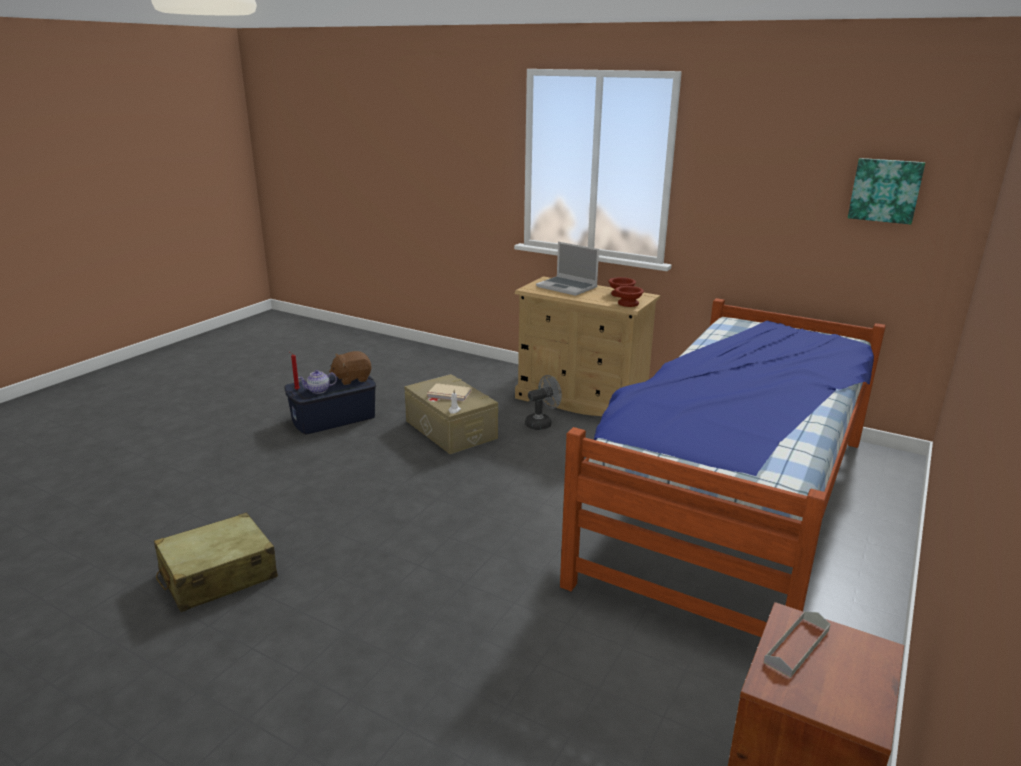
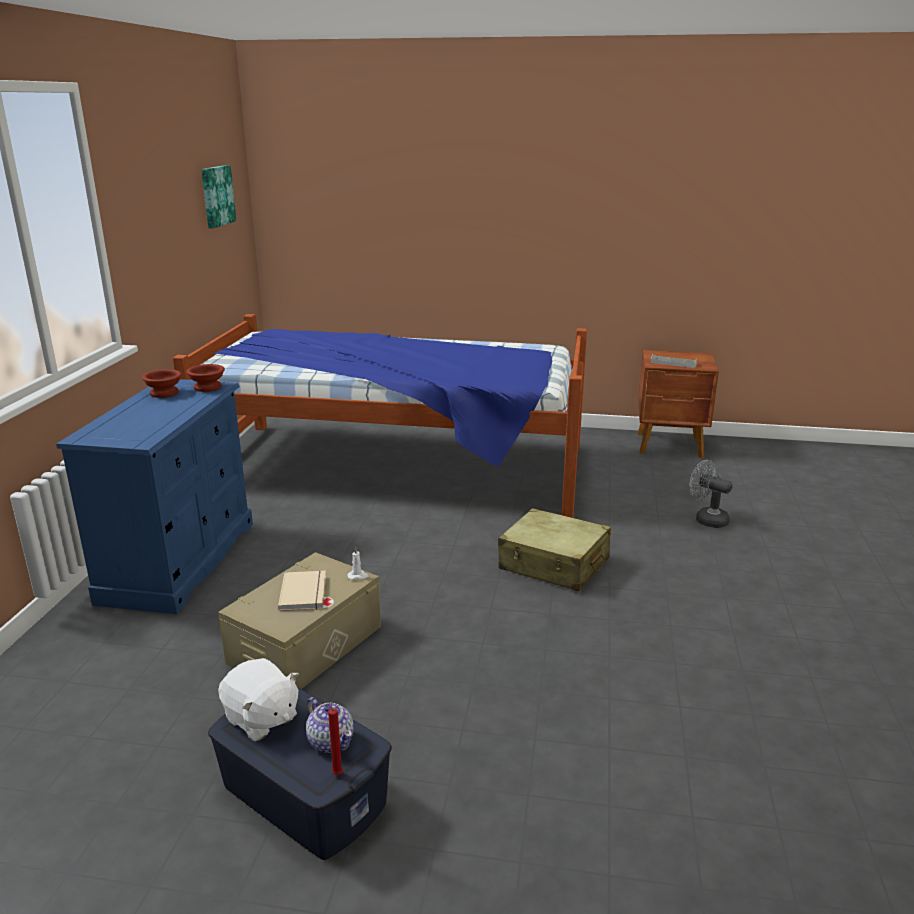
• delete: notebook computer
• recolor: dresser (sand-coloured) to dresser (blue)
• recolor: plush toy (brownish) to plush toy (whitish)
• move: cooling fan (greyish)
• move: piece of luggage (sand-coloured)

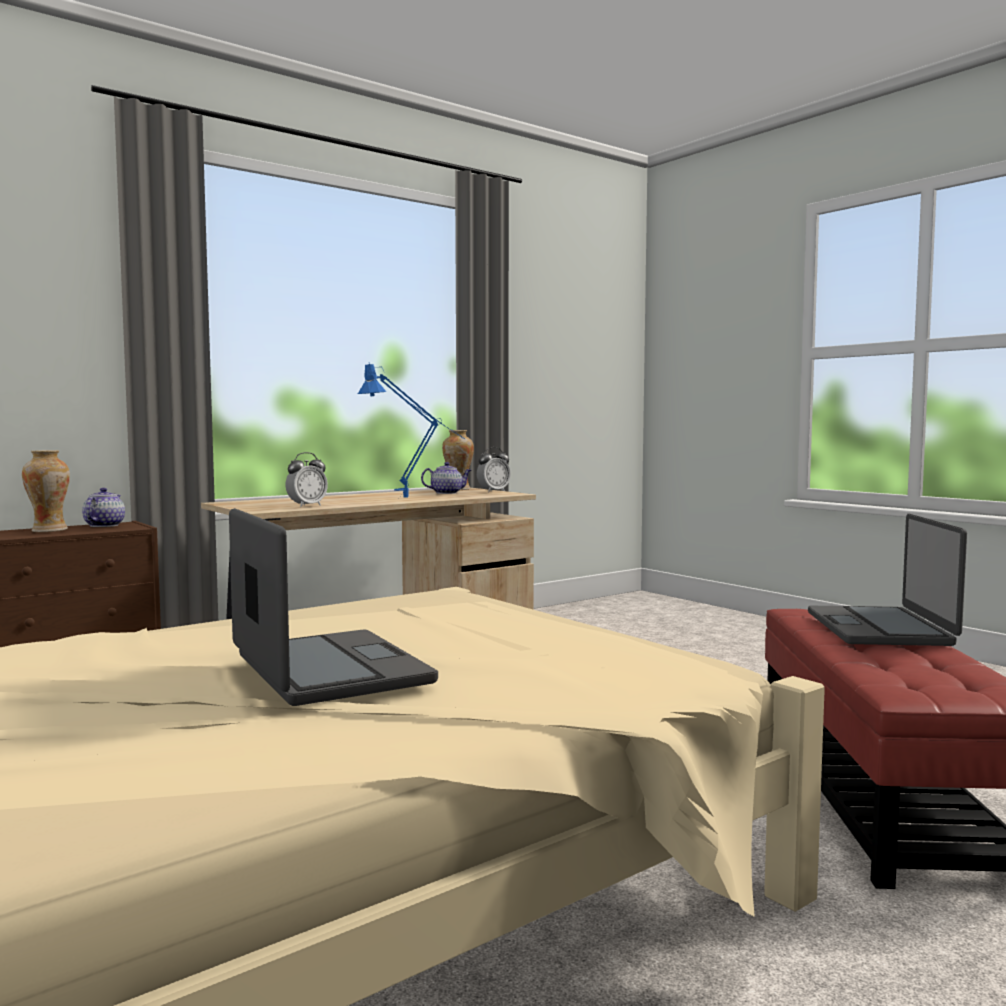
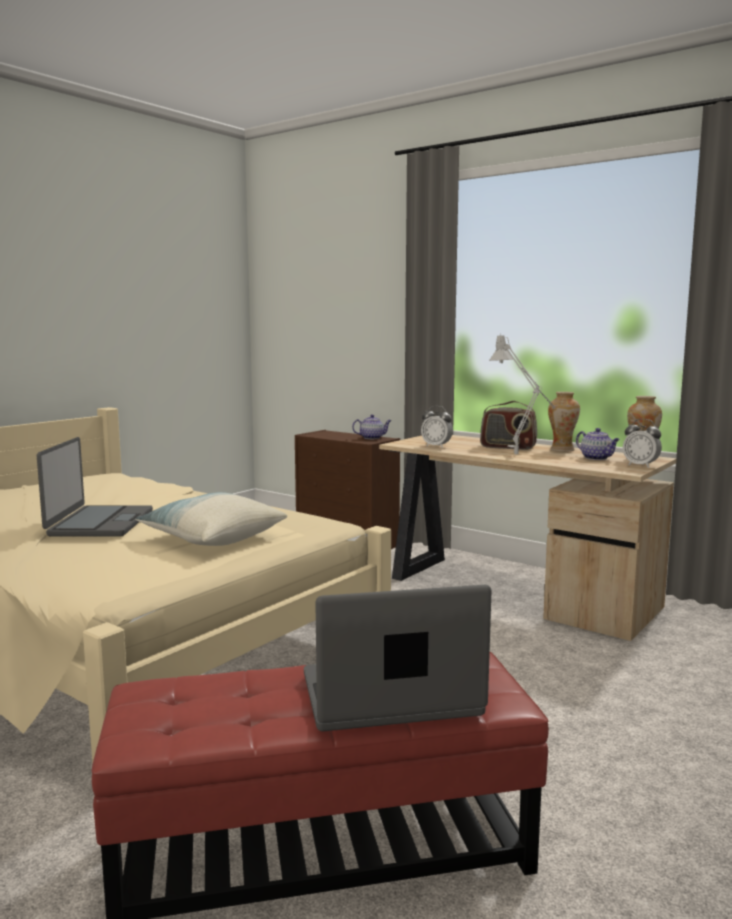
• recolor: table lamp (blue) to table lamp (greyish)
• move: vase (1st from left)
• rotate: notebook computer (1st from left) 45 degrees counterclockwise
• insert: radio set
• insert: cushion

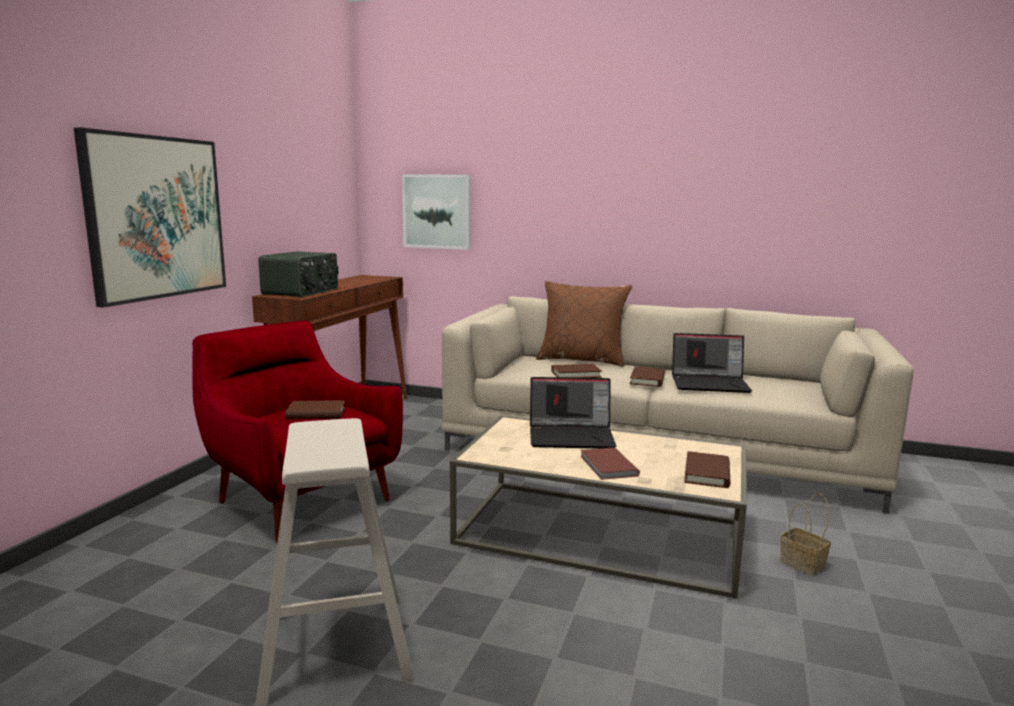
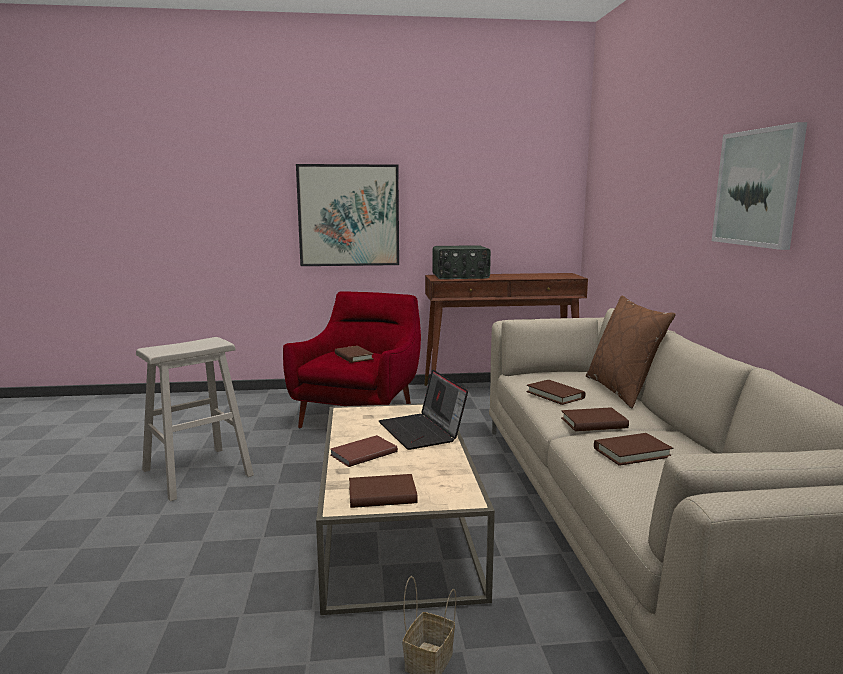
• move: wall picture (2nd from left)
• replace: notebook computer (2nd from left) to bound book (brownish) (6th from left)

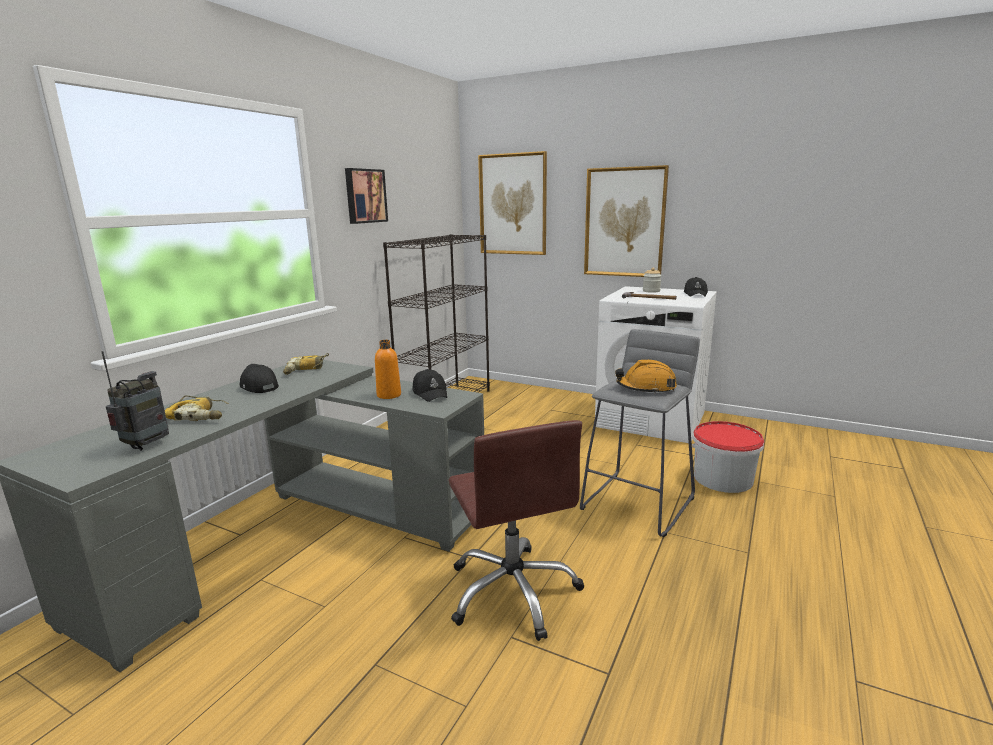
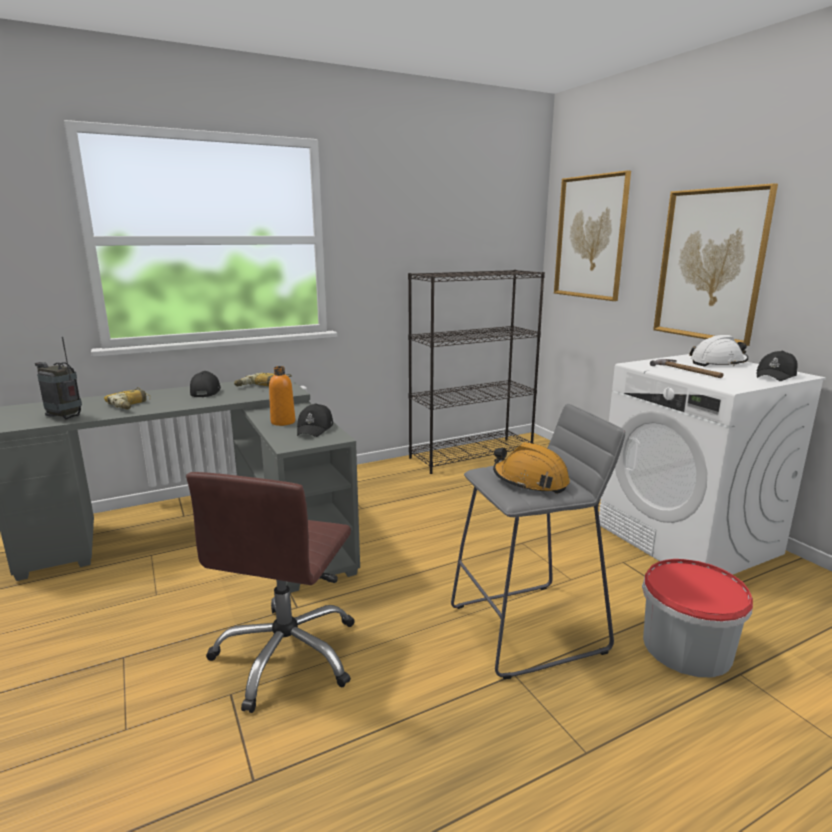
• delete: wall picture (1st from left)
• replace: storage jar to hard hat (whitish)
• rotate: radio set 120 degrees counterclockwise

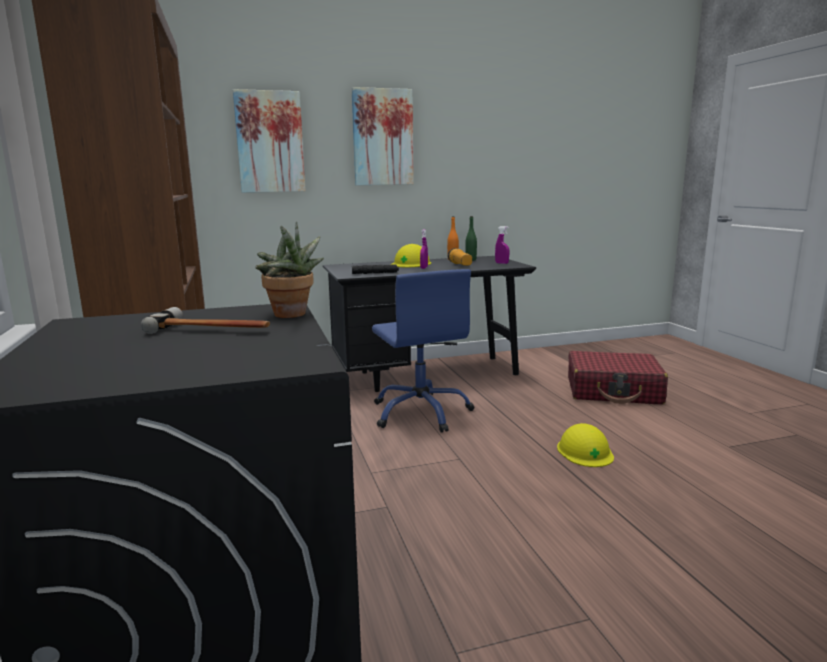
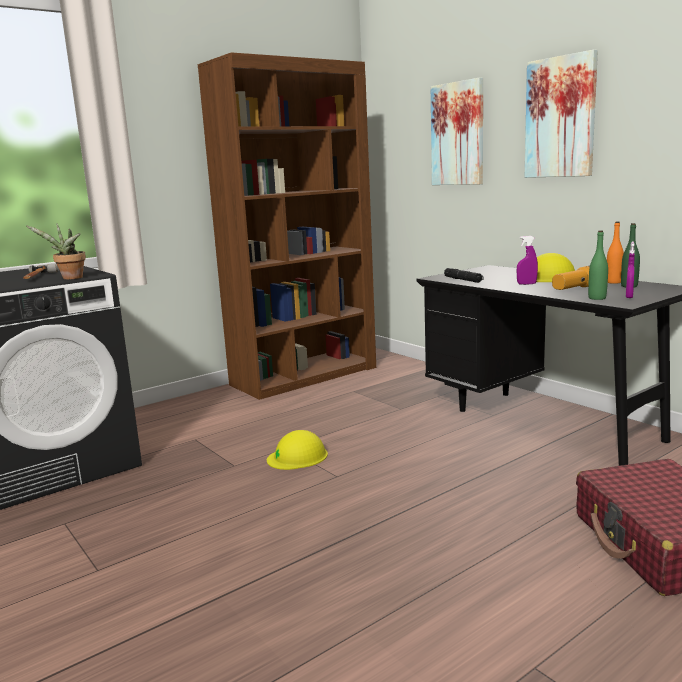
• delete: computer chair (blue)
• move: hard hat (yellow-coloured) (2nd from left in the first image) to hard hat (yellow-coloured) (1st from left)
• insert: bottle (greenish) (1st from left)

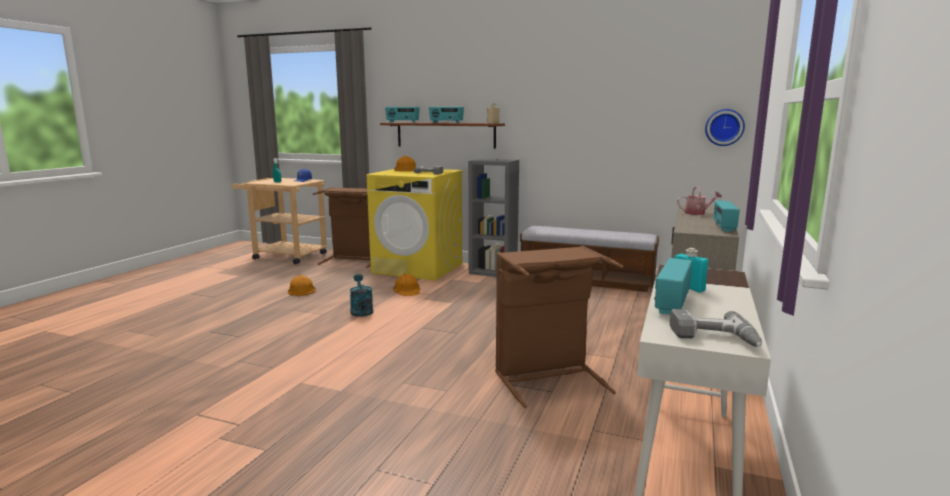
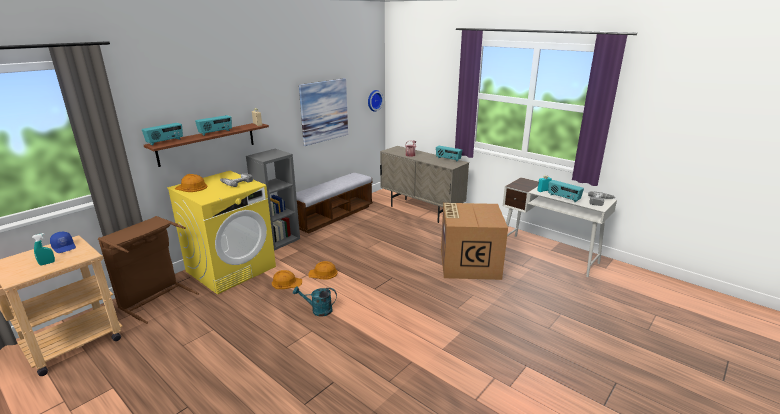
• replace: washing basket (brownish) (2nd from left) to cardboard box
• move: hard hat (orange) (1st from left in the first image) to hard hat (orange) (3rd from left)
• insert: wall picture

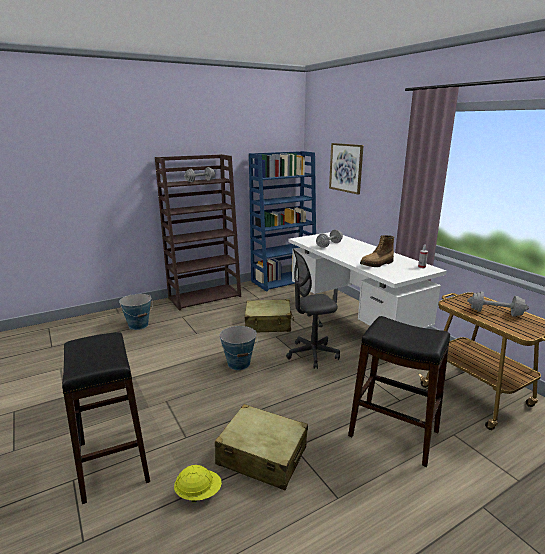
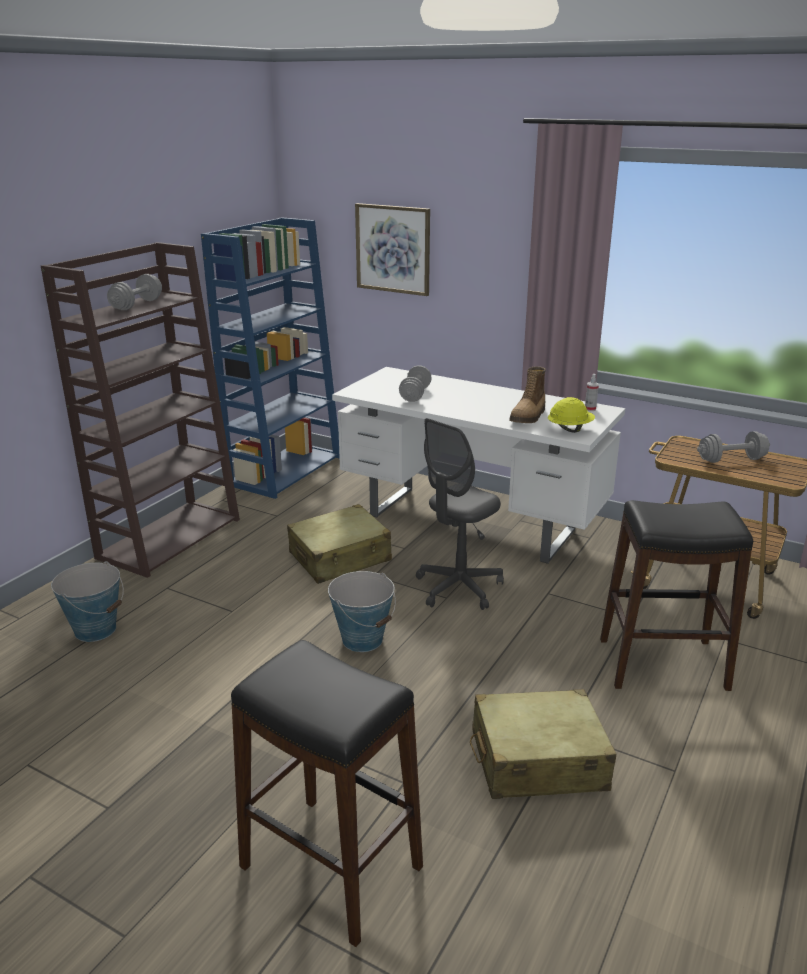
• move: hard hat (yellow-coloured)

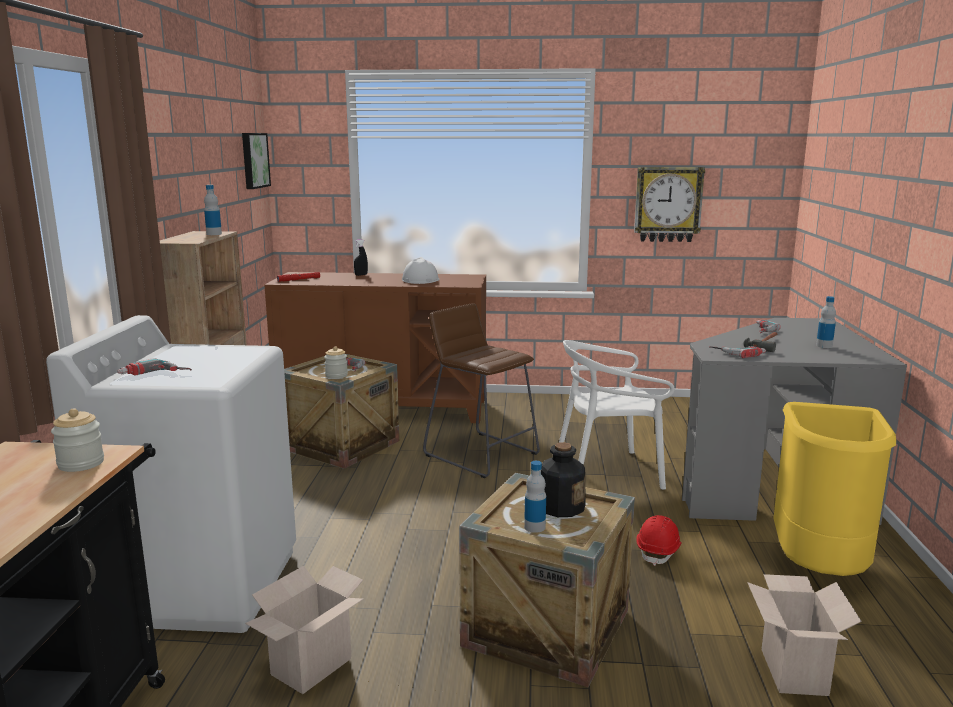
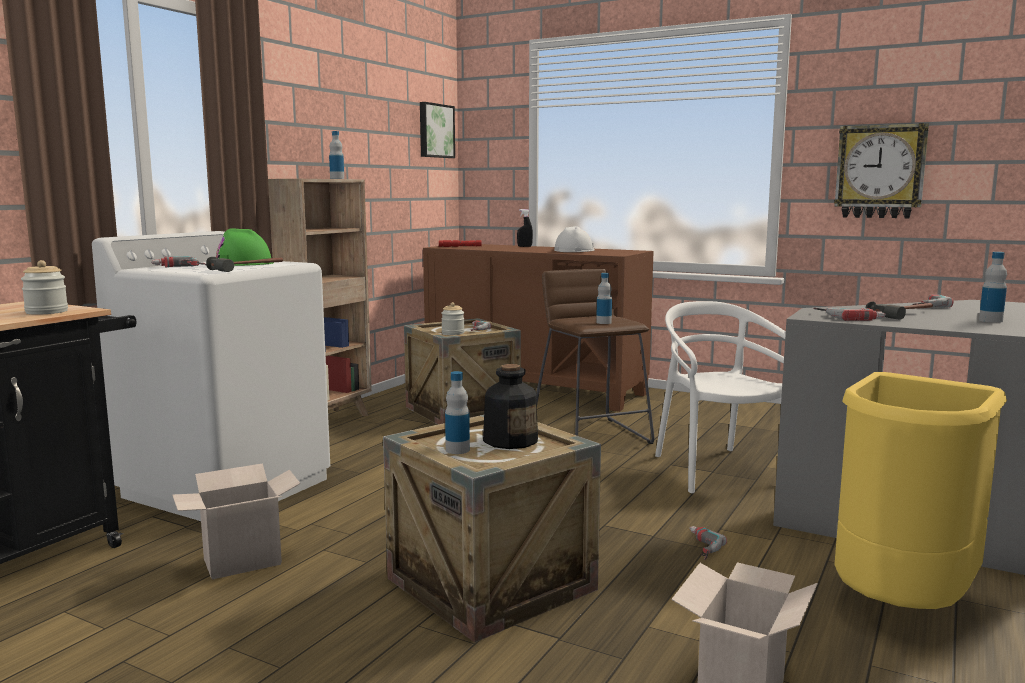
• rotate: upright chair (whitish) 60 degrees clockwise
• replace: hard hat (red) to electric drill (3rd from left)
• insert: hard hat (greenish)
• insert: hand hammer (1st from left)
• insert: bottle (4th from left)

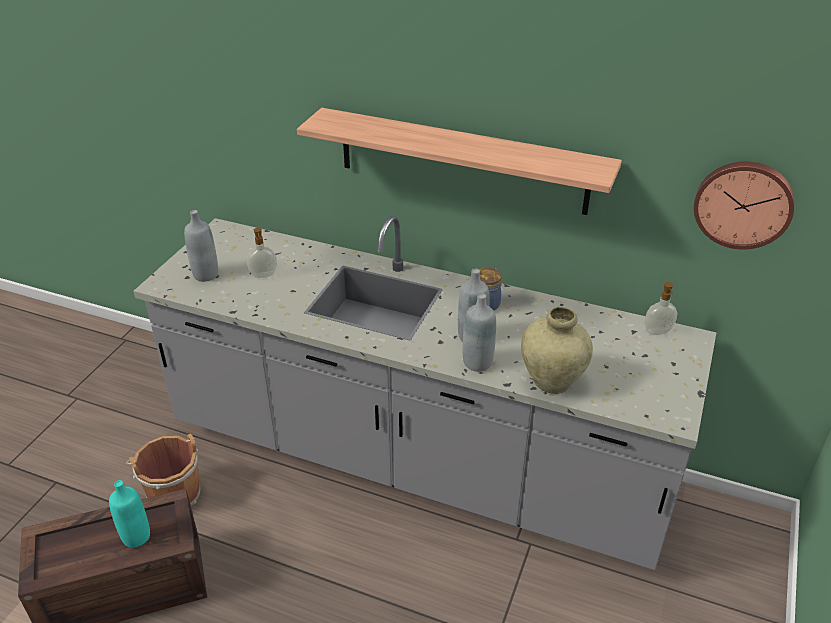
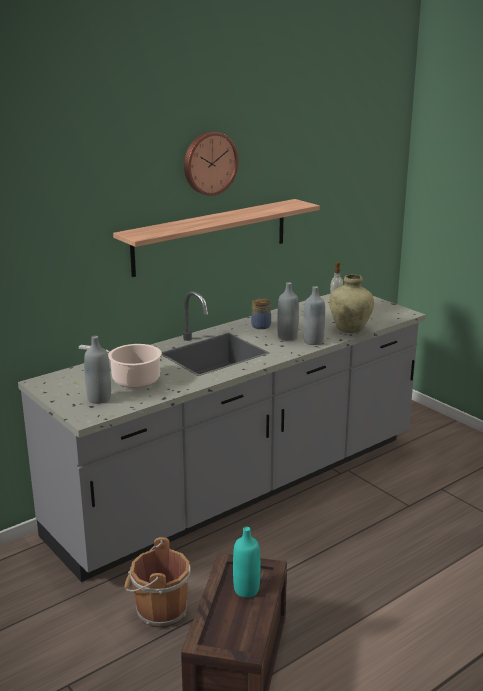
• move: wall clock
• replace: soap bottle (1st from left) to saucepot

